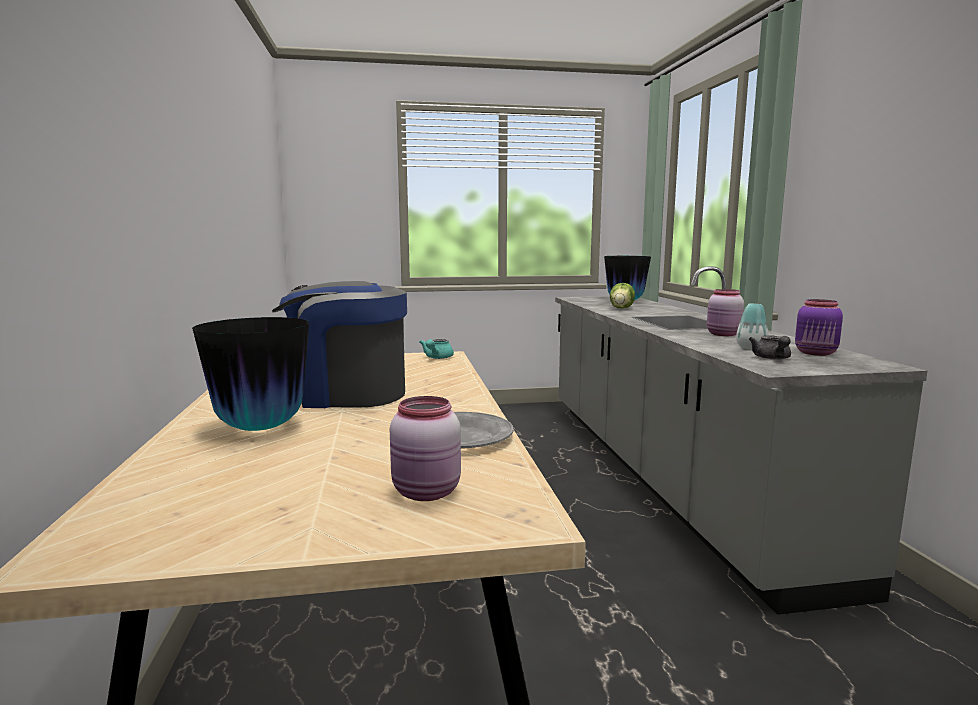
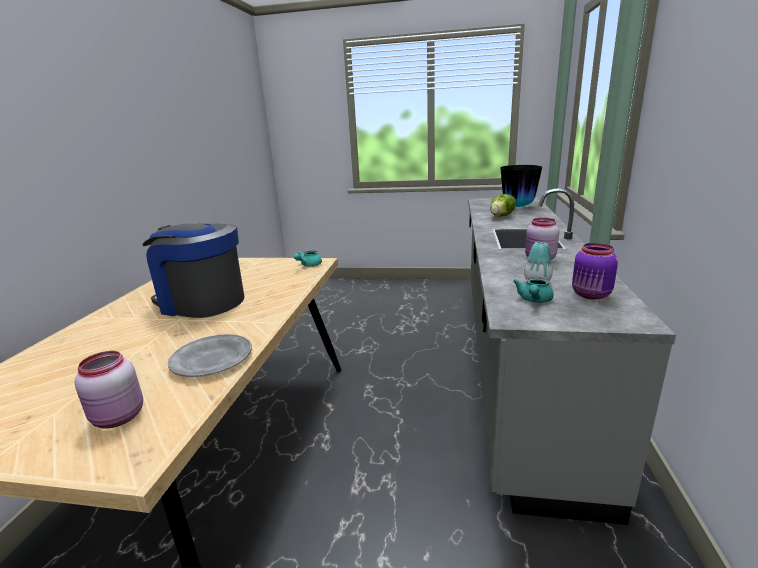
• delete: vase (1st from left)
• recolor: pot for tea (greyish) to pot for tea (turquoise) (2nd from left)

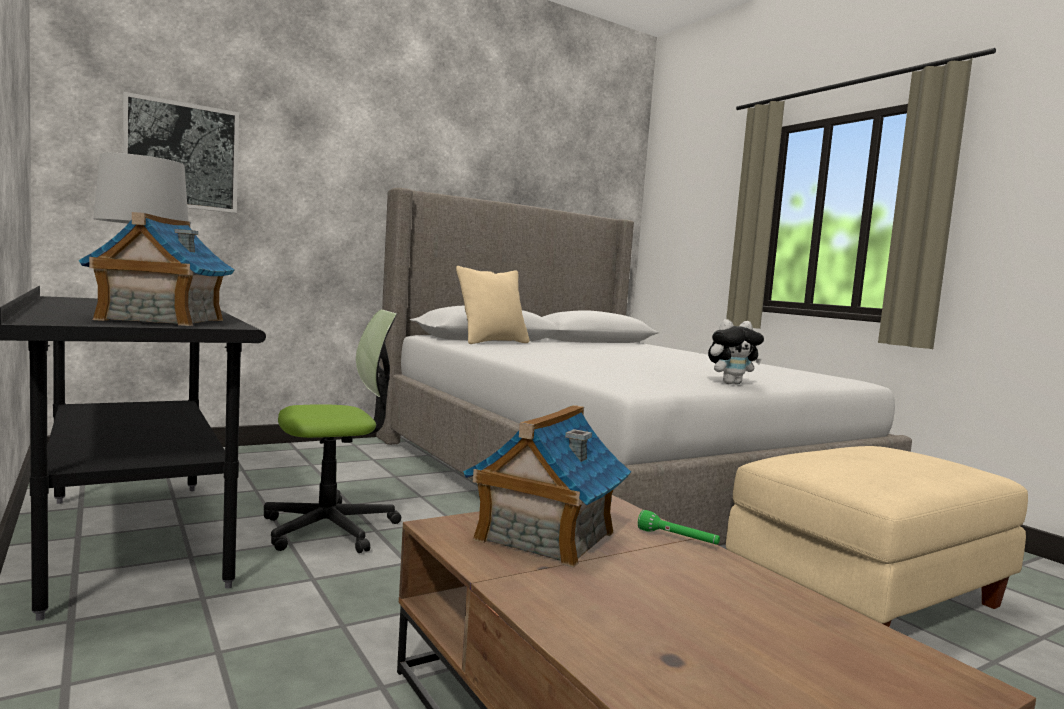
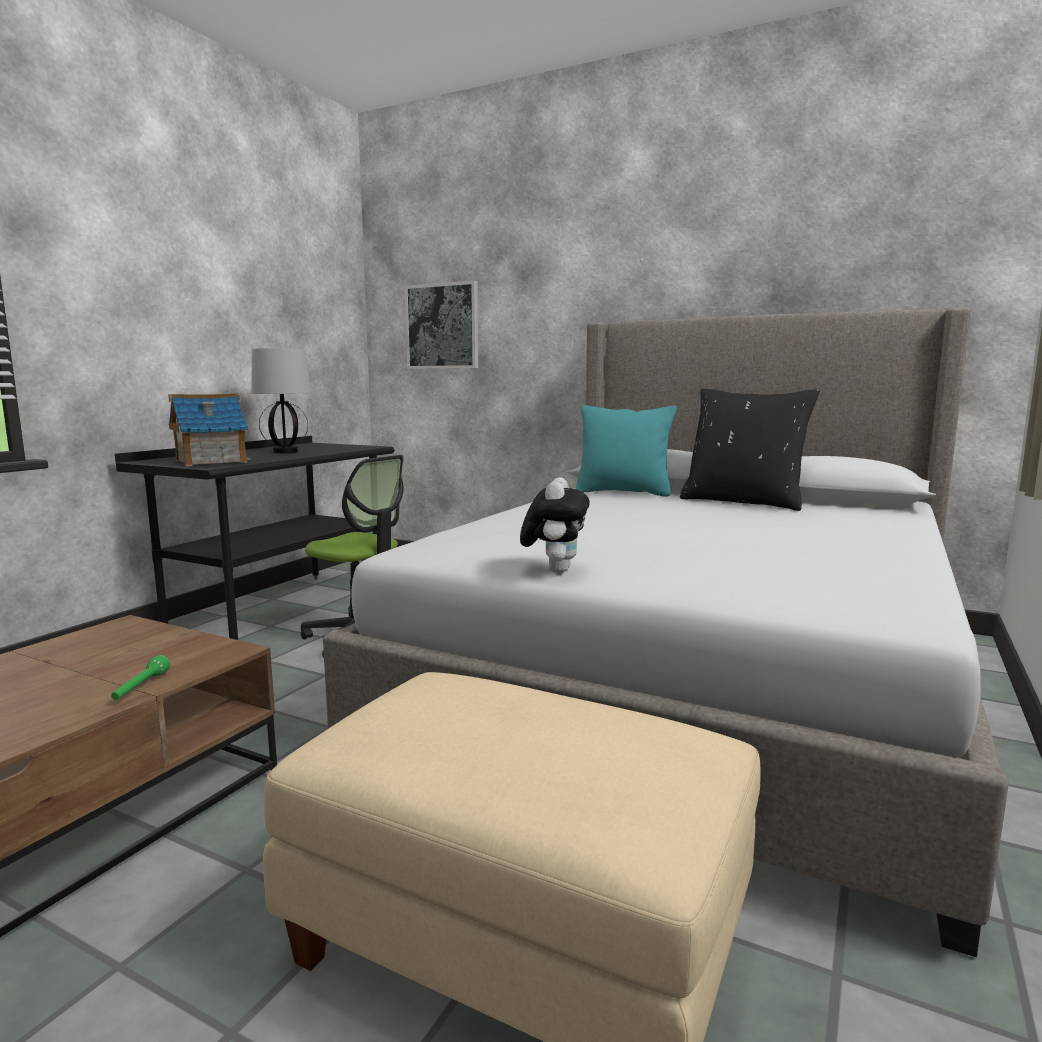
• recolor: cushion (sand-coloured) to cushion (turquoise)
• rotate: plush toy 120 degrees counterclockwise
• delete: model house (2nd from left)
• insert: cushion (black-coloured)

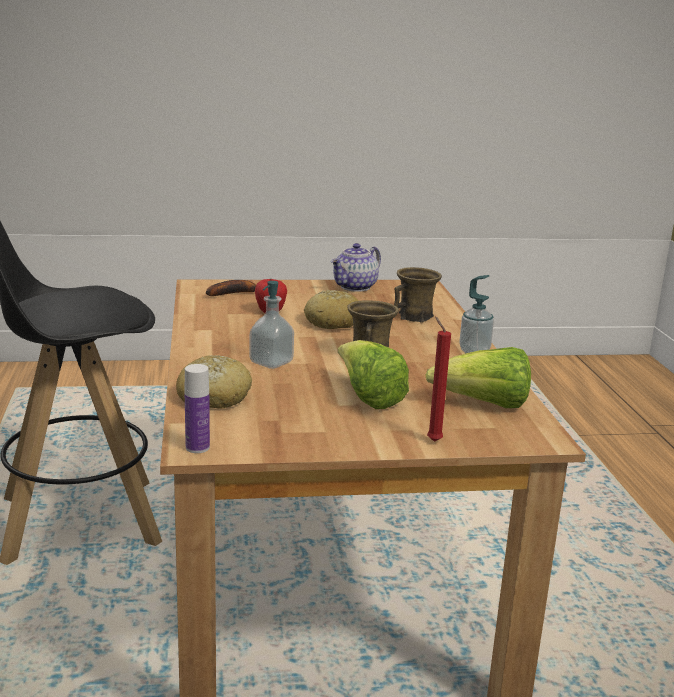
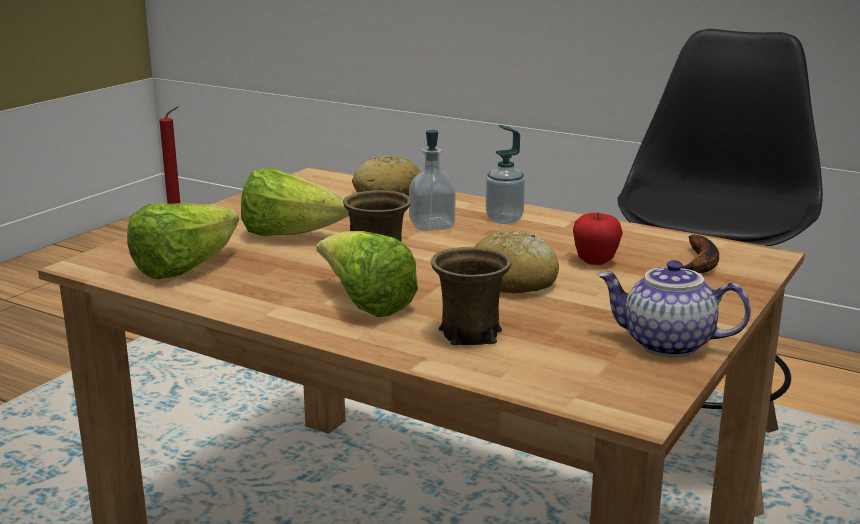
• rotate: pot for tea 60 degrees counterclockwise
• move: soap bottle (2nd from left)
• delete: bottle
• insert: lettuce head (3rd from left)

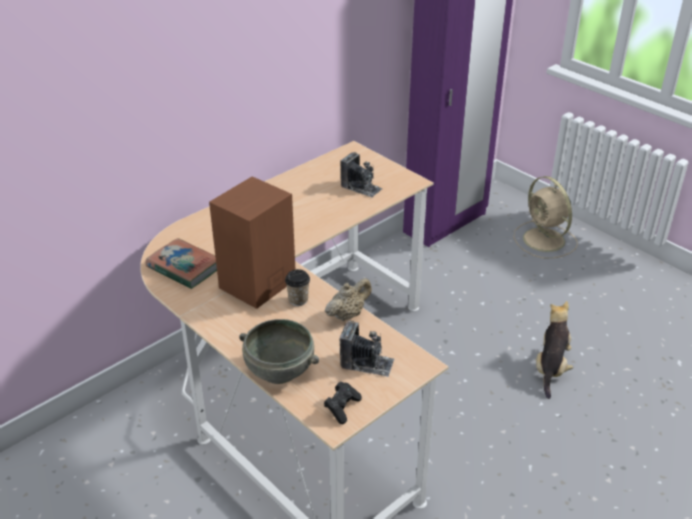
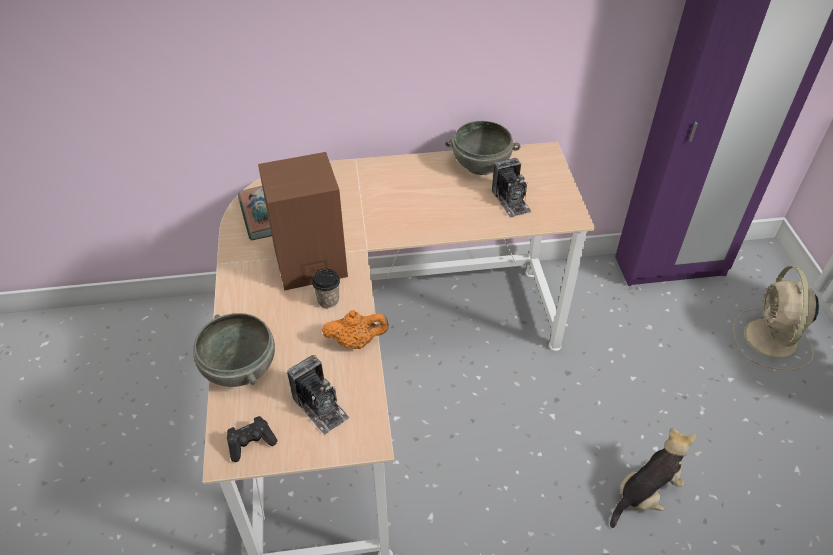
• recolor: pot for tea (sand-coloured) to pot for tea (orange)
• insert: serving bowl (greyish) (2nd from left)

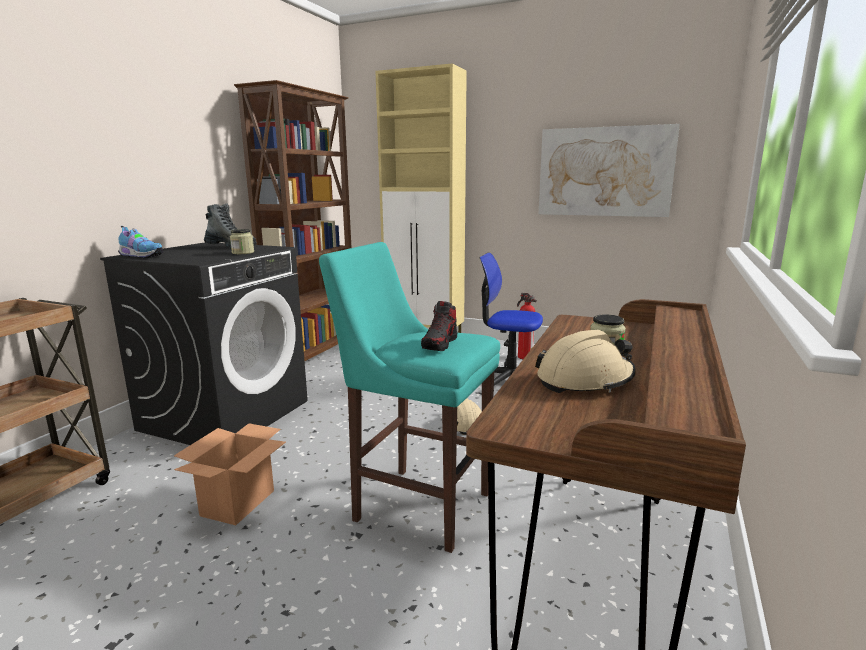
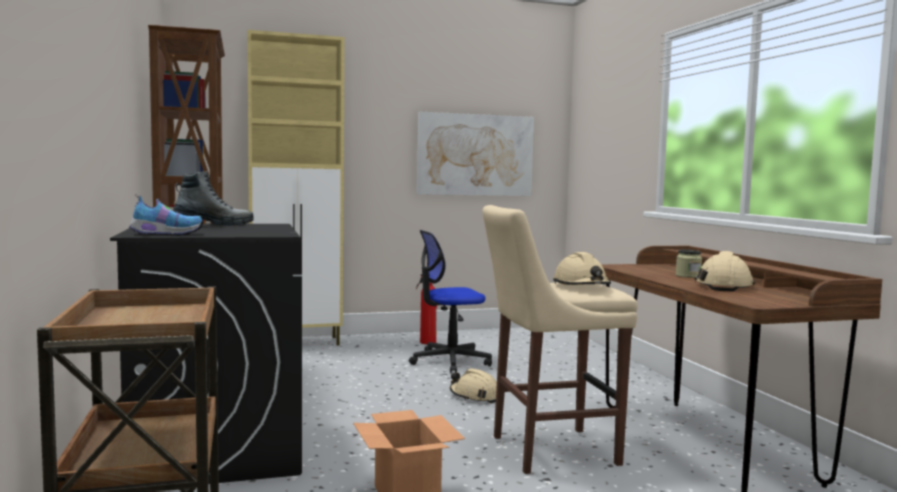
• delete: storage jar (1st from left)
• recolor: stool (turquoise) to stool (sand-coloured)
• replace: shoe (2nd from left) to hard hat (sand-coloured) (2nd from left)

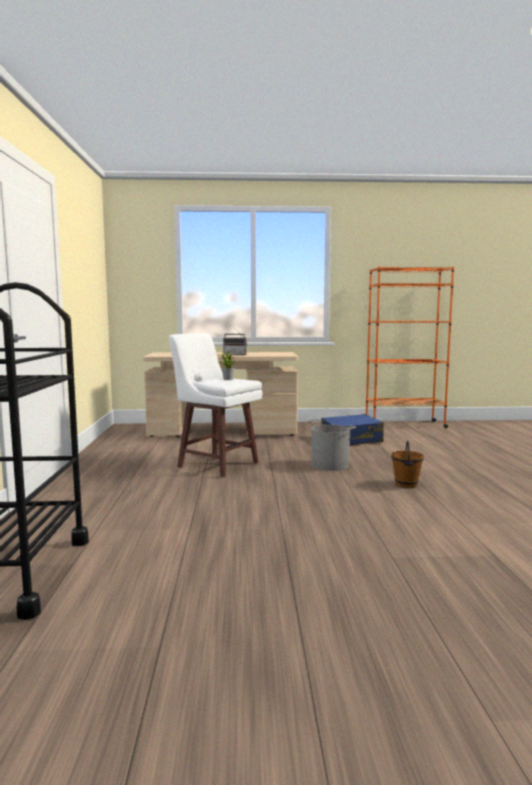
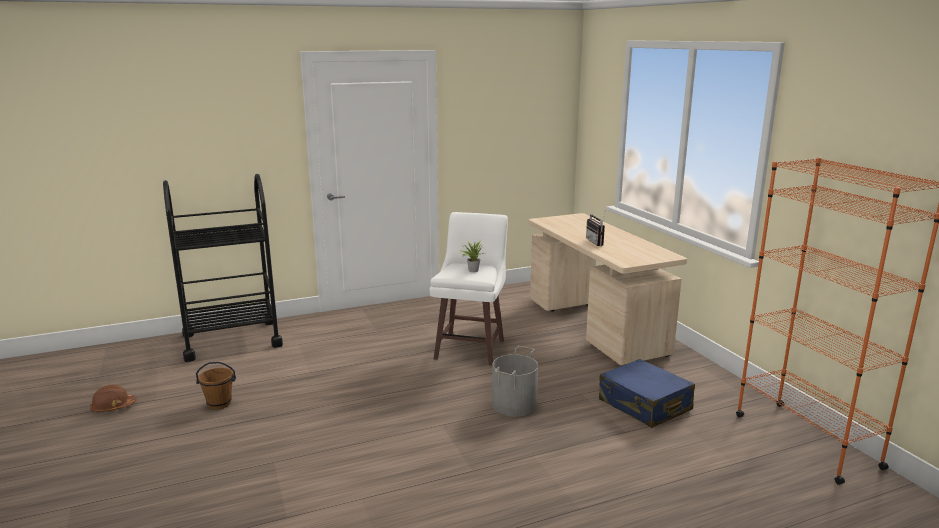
• move: pail (brownish)
• insert: hard hat (brownish)

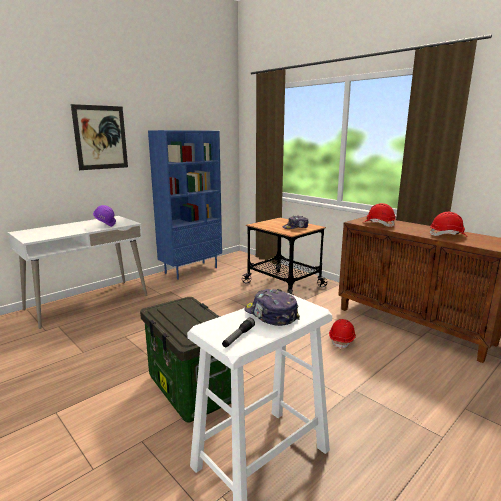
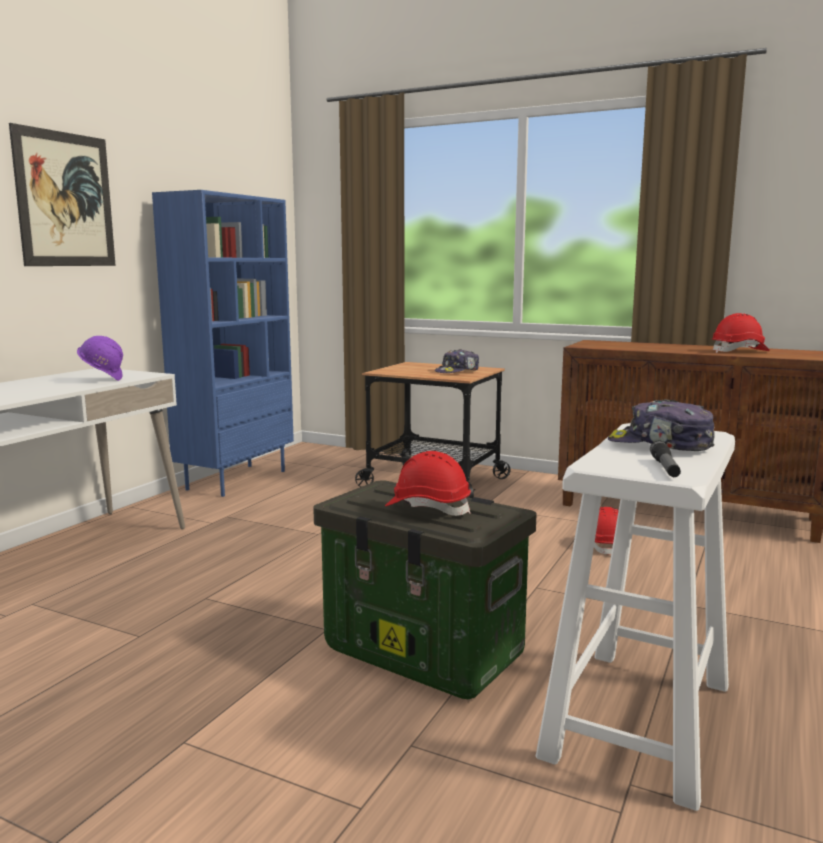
• move: hard hat (red) (2nd from left in the first image) to hard hat (red) (1st from left)

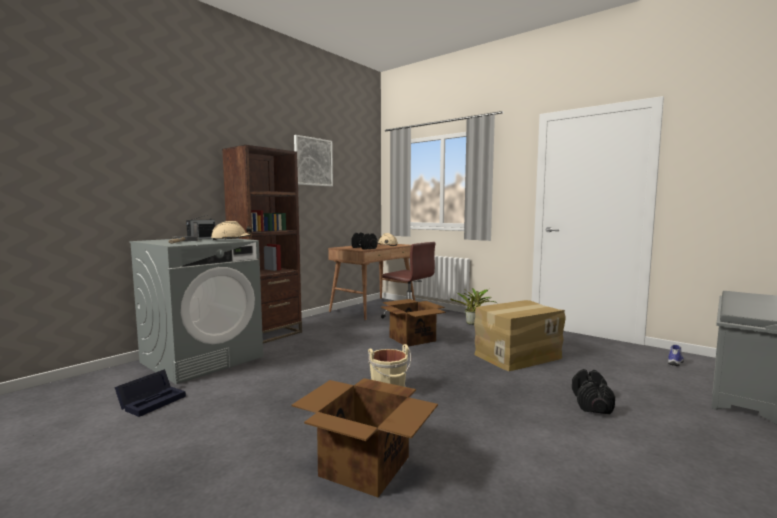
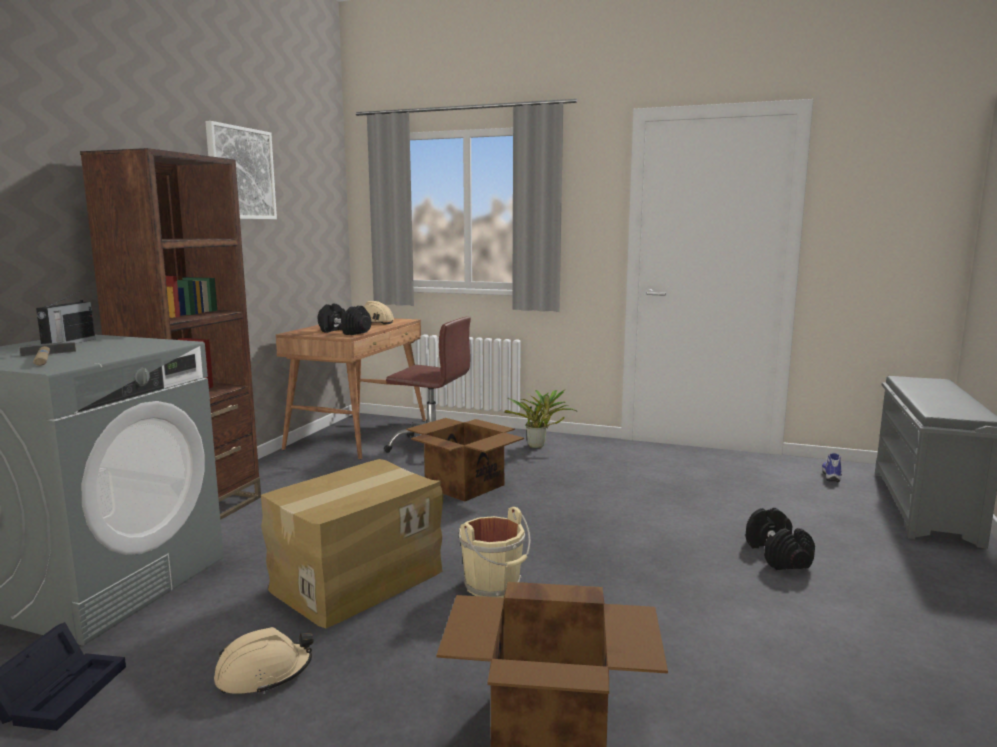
• move: hard hat (sand-coloured) (1st from left)
• move: cardboard box (3rd from left in the first image) to cardboard box (1st from left)

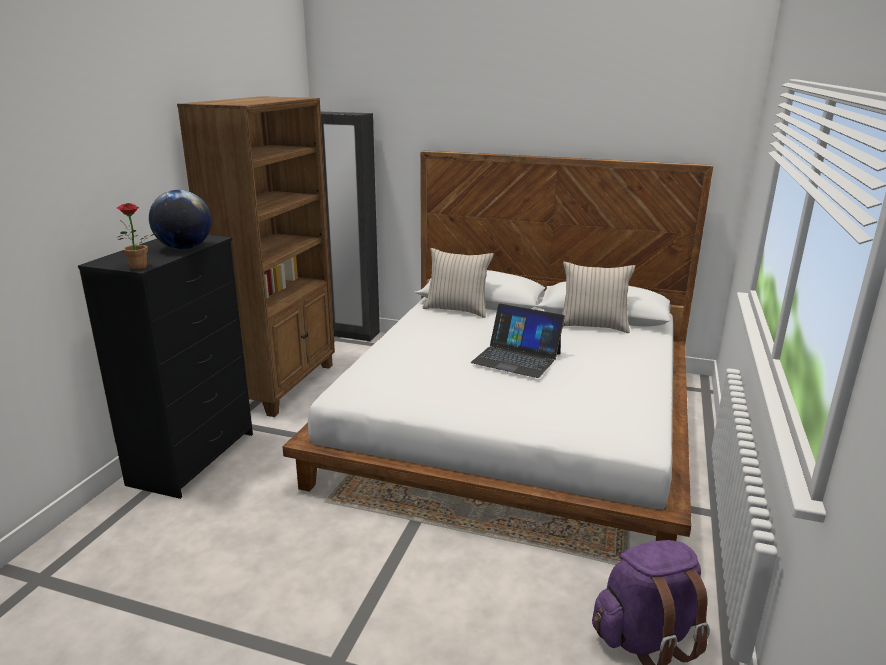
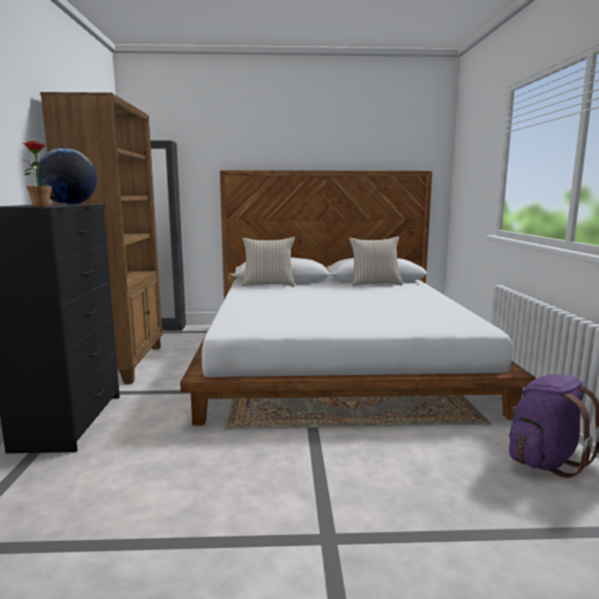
• delete: notebook computer

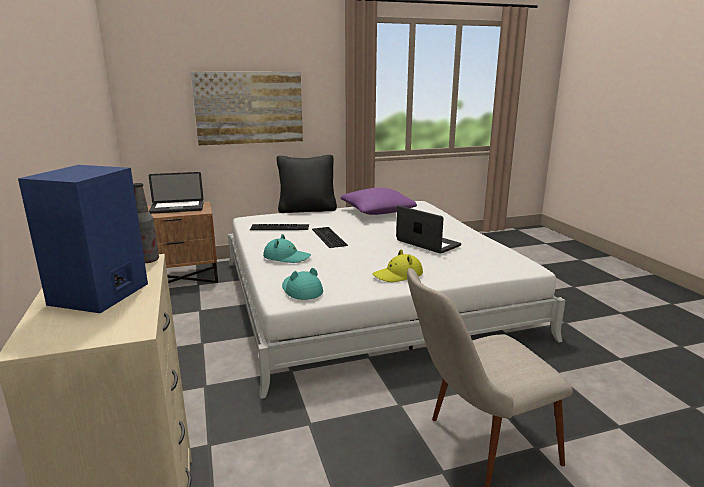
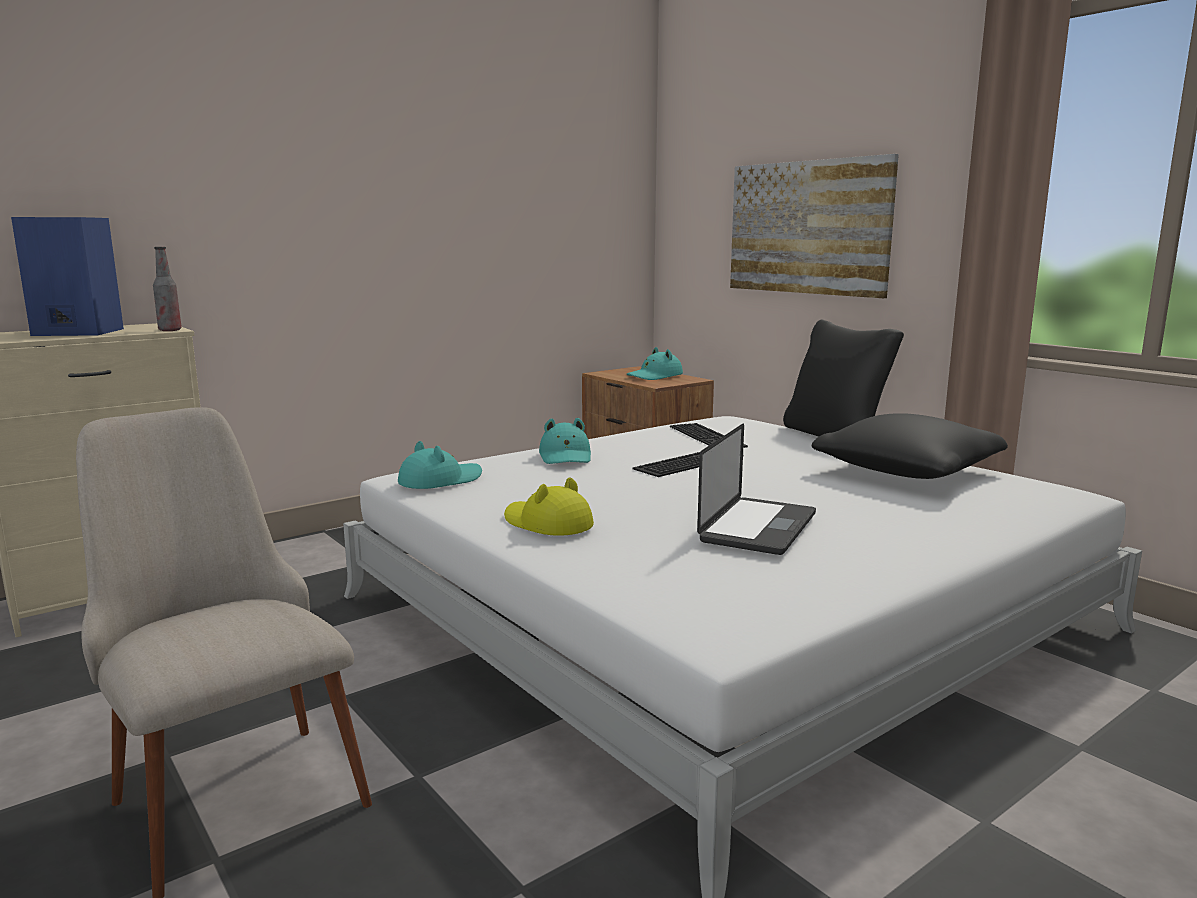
• replace: notebook computer (1st from left) to clothing hat (turquoise) (3rd from left)
• recolor: cushion (purple) to cushion (black-coloured) (2nd from left)

